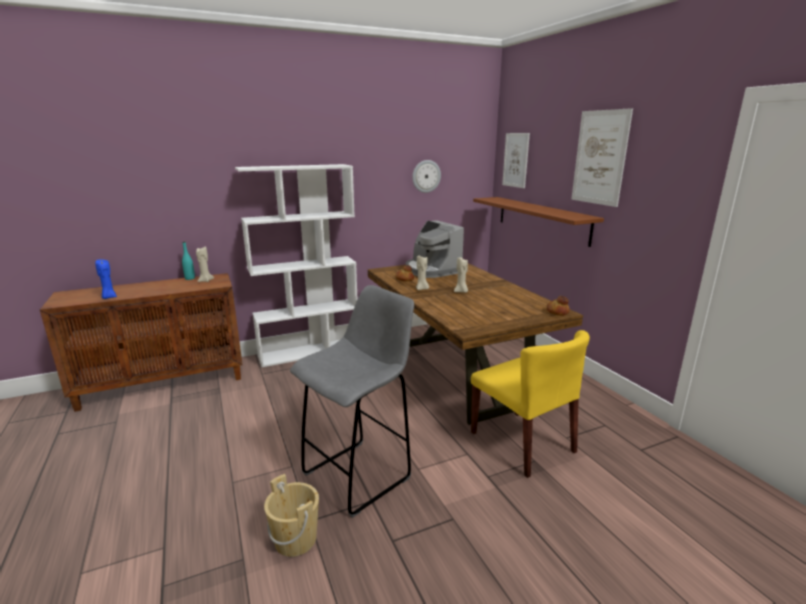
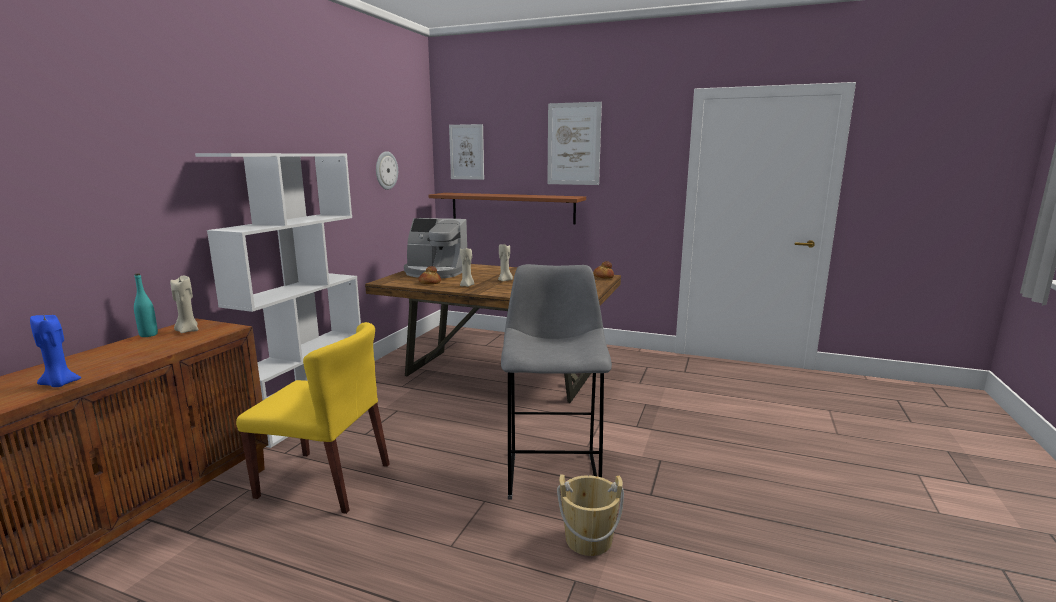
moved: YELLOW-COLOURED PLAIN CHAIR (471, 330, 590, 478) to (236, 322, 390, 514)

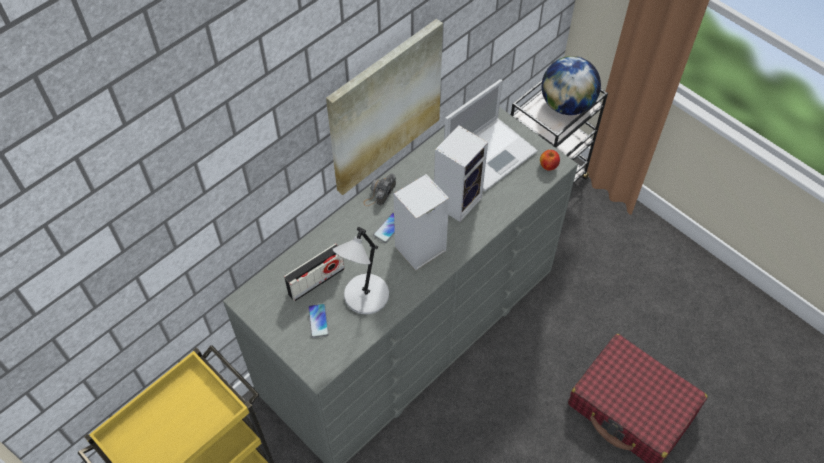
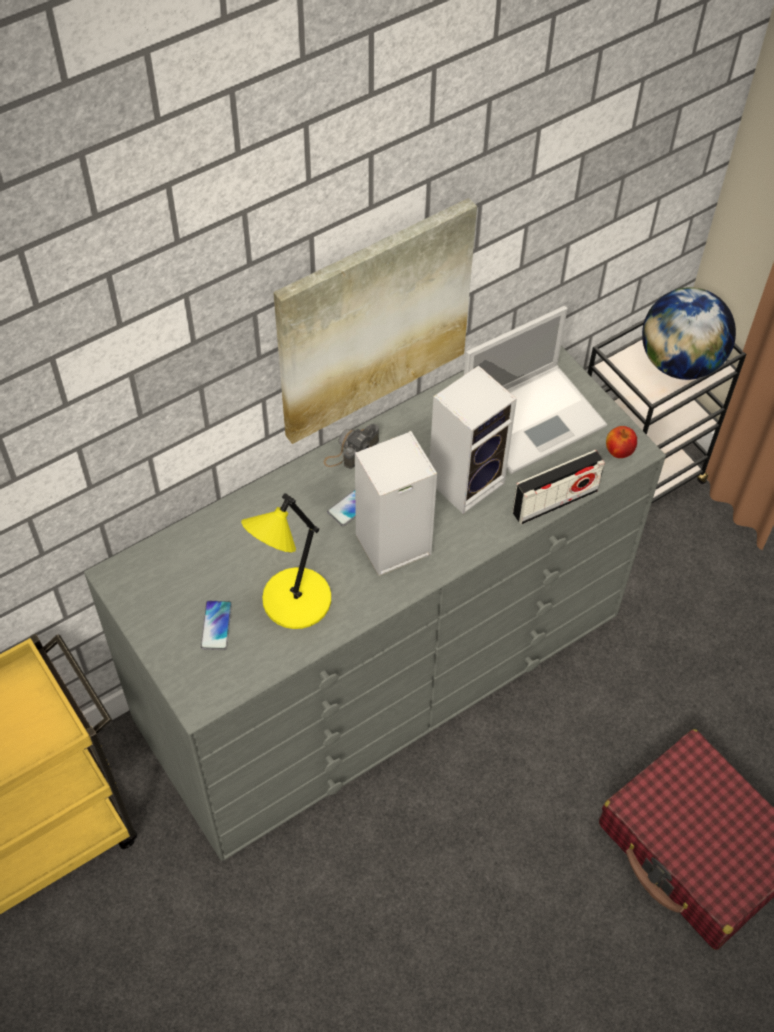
moved: RADIO RECEIVER (284, 244, 345, 302) to (512, 450, 605, 525)
recoloured: GRAY TABLETOP LAMP (333, 227, 389, 314) to YELLOW-COLOURED TABLETOP LAMP (241, 493, 331, 629)

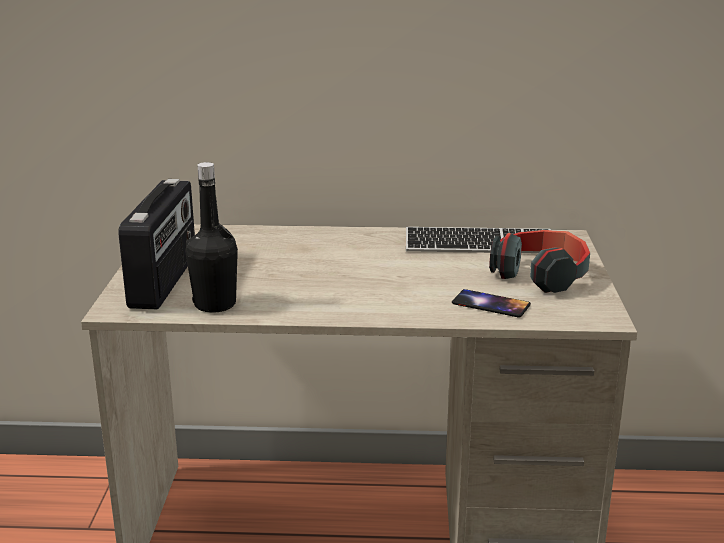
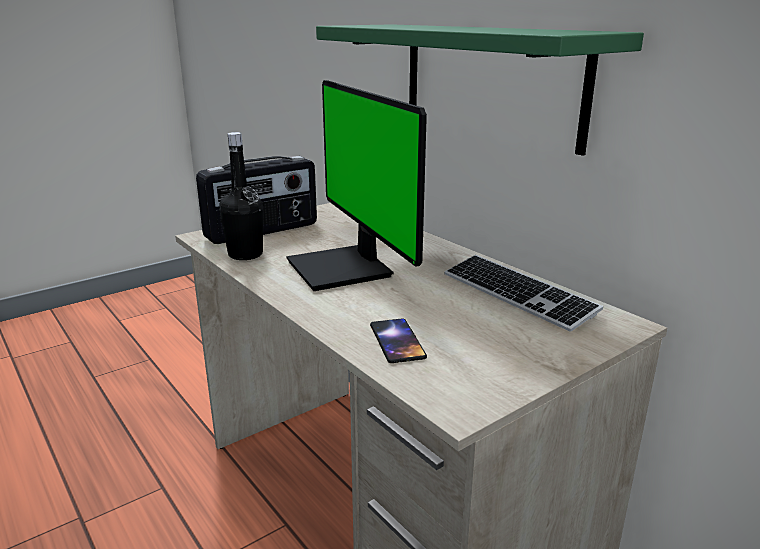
removed: HEADPHONES (489, 230, 590, 293)
added: MONITOR (286, 80, 427, 291); GREEN WALL SHELF (316, 24, 644, 156)

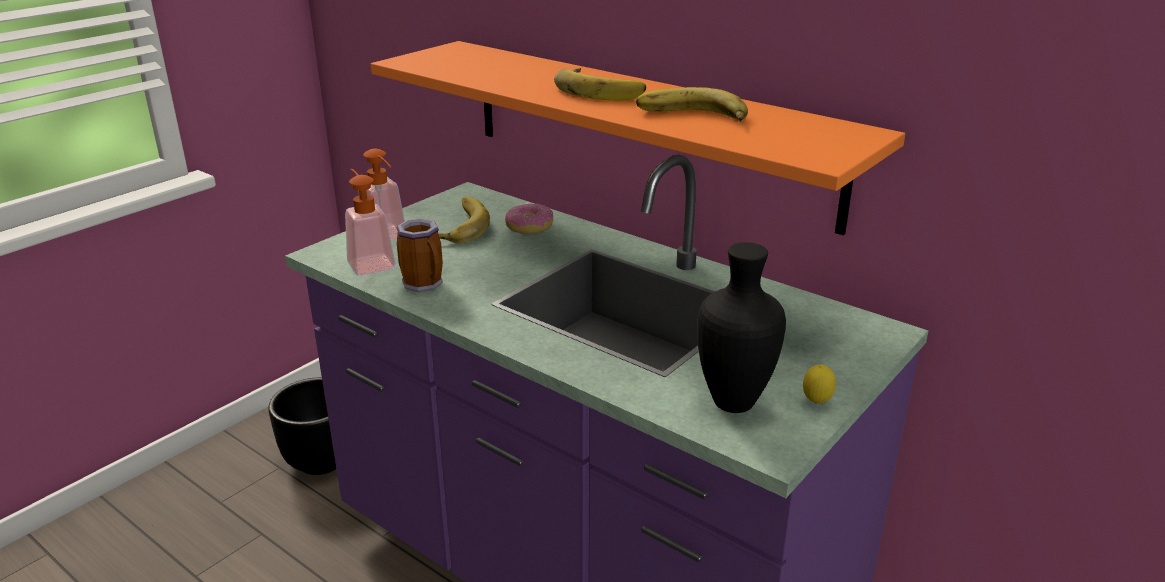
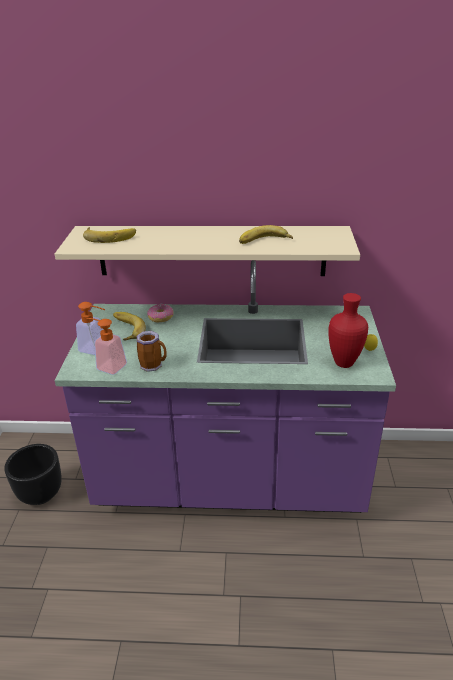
moved: WHOLE BANANA (554, 68, 646, 100) to (83, 227, 136, 243)
recoloured: ORANGE WALL SHELF (371, 41, 905, 235) to BEIGE WALL SHELF (55, 226, 360, 276); BLACK FLOWER VASE (697, 242, 786, 413) to RED FLOWER VASE (328, 293, 368, 368)

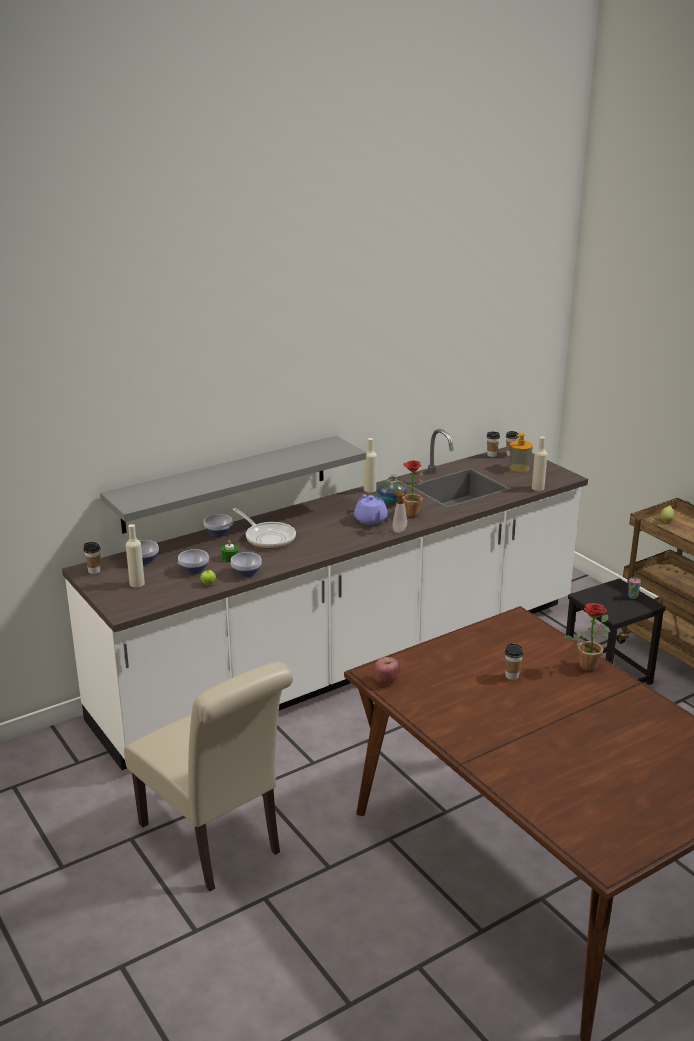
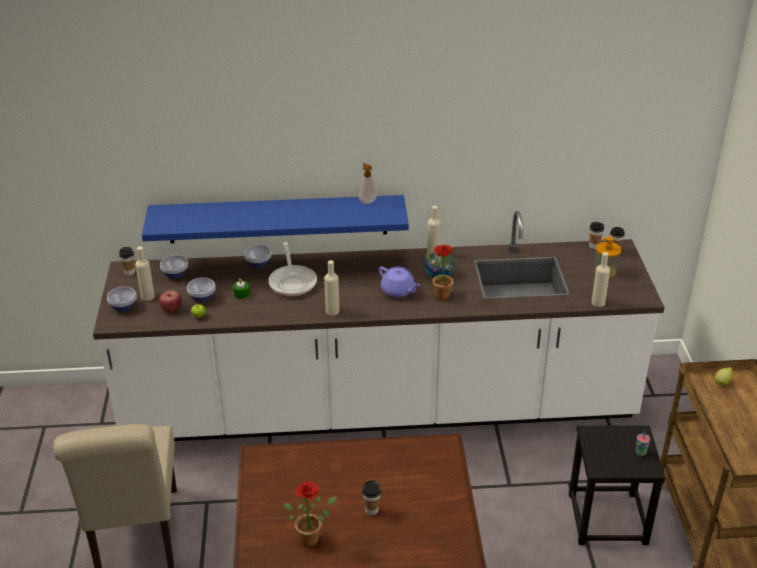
added: BEIGE DRINK BOTTLE (324, 260, 340, 315)
moved: DEEP DISH (231, 552, 262, 577) to (107, 287, 137, 312); APPLE FRUIT (373, 657, 400, 684) to (159, 290, 182, 313); POTTED PLANT (565, 603, 610, 671) to (284, 482, 337, 547); LIQUID SOAP BOTTLE (392, 491, 407, 533) to (359, 163, 377, 204)
recoloured: GRAY WALL SHELF (100, 436, 366, 534) to BLUE WALL SHELF (142, 195, 409, 243)
turned: PURPLE POT FOR TEA (354, 494, 388, 525) = (378, 266, 420, 298) 60 degrees counterclockwise

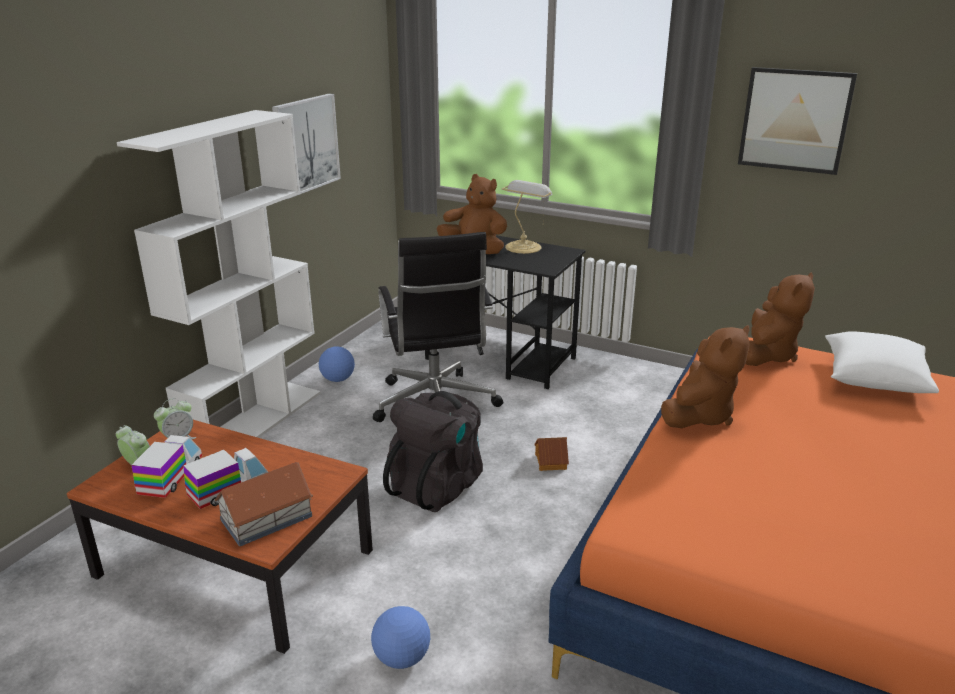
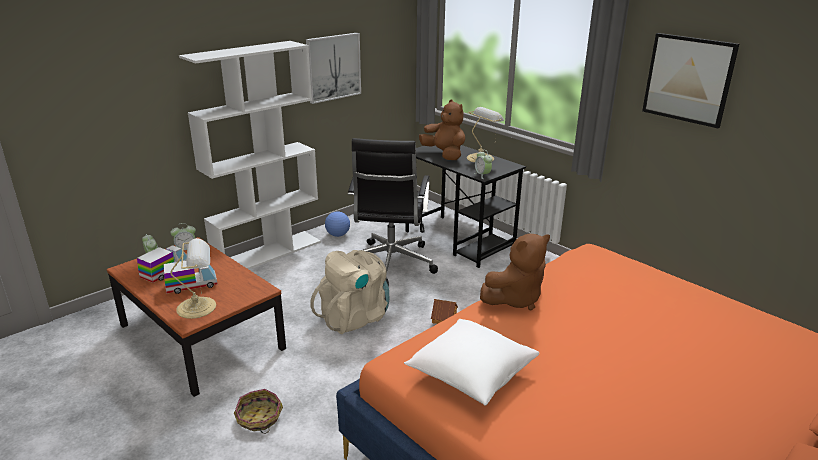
removed: BROWN-COLOURED SOFT TOY (745, 272, 815, 366)
added: TABLE CLOCK (474, 150, 492, 179)
moved: WHITE-COLOURED CUSHION (825, 331, 939, 393) to (404, 319, 539, 406)
replaced: TOY HOUSE (214, 462, 313, 546) to TABLETOP LAMP (170, 238, 216, 319); FOOTBALL BALL (371, 606, 430, 669) to HOUSEHOLD BASKET (234, 389, 283, 434)
recoloured: BLACK KNAPSACK (383, 391, 483, 512) to BEIGE KNAPSACK (311, 250, 389, 334)

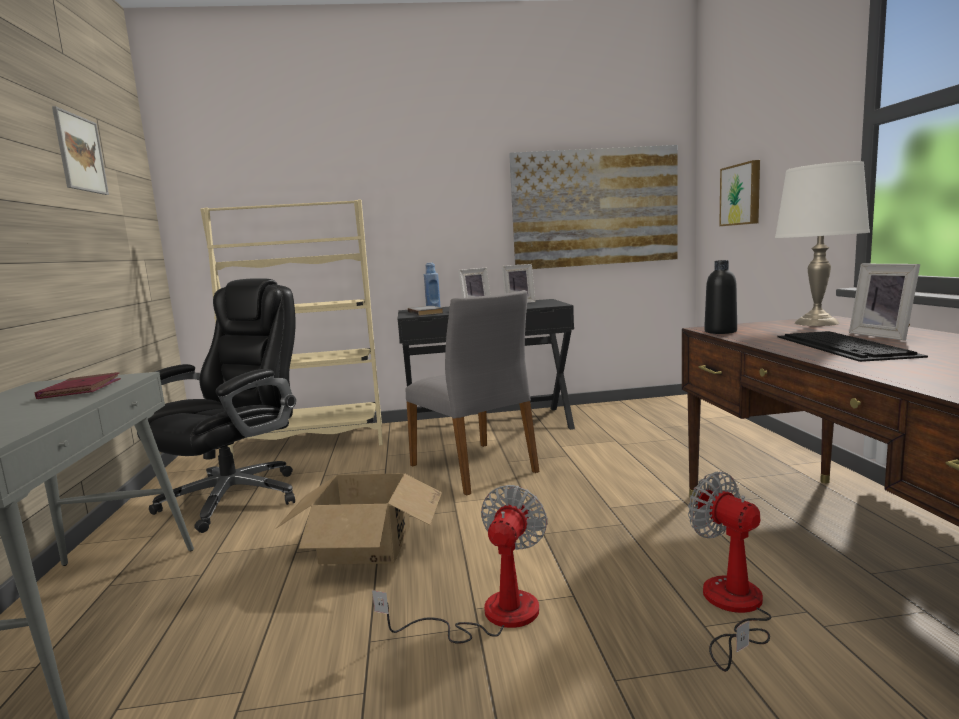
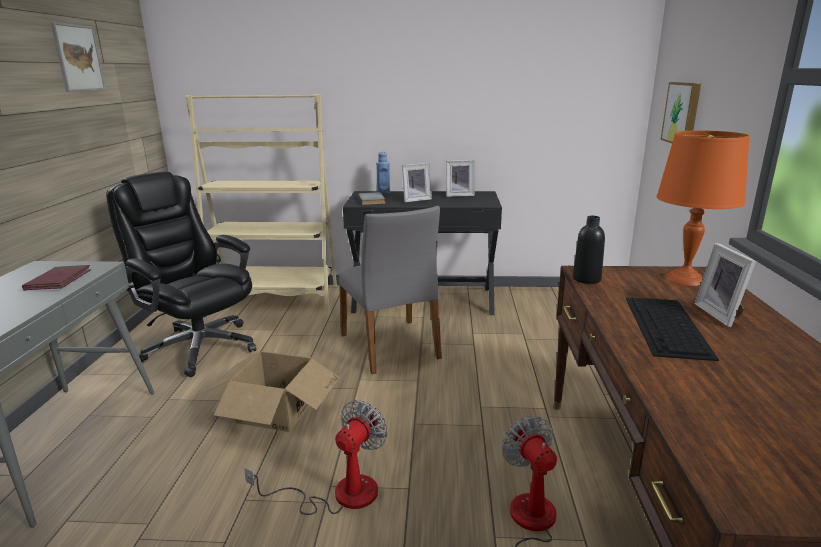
removed: WALL ART (509, 145, 678, 269)
recoloured: WHITE-COLOURED TABLETOP LAMP (775, 161, 870, 326) to ORANGE TABLETOP LAMP (656, 131, 750, 286)
turned: BLACK DESK CHAIR (137, 278, 296, 533) = (106, 172, 256, 377) 90 degrees counterclockwise

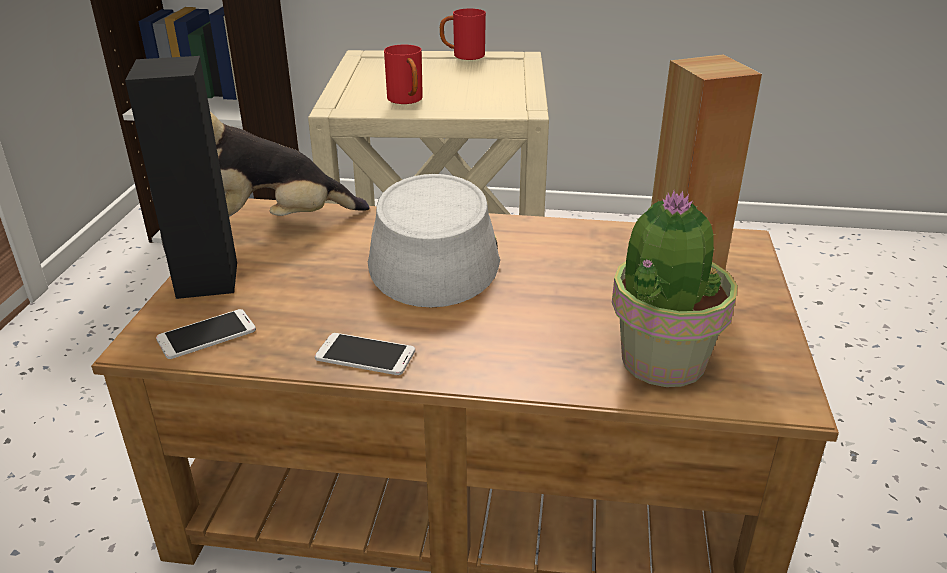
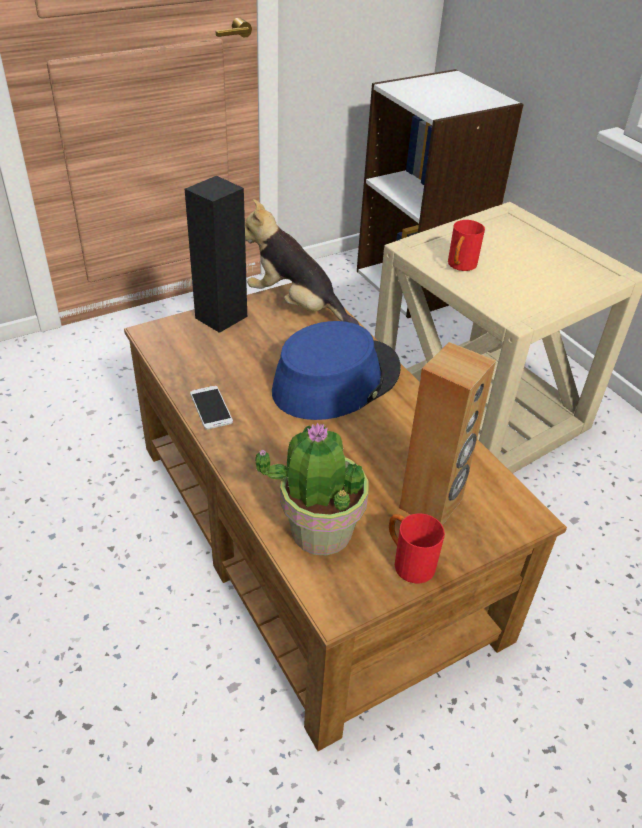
removed: PHONE (156, 309, 256, 359)
moved: RED TEA MUG (440, 9, 486, 60) to (389, 514, 445, 584)
recoloured: GRAY HAT (368, 174, 500, 307) to BLUE HAT (272, 321, 401, 420)

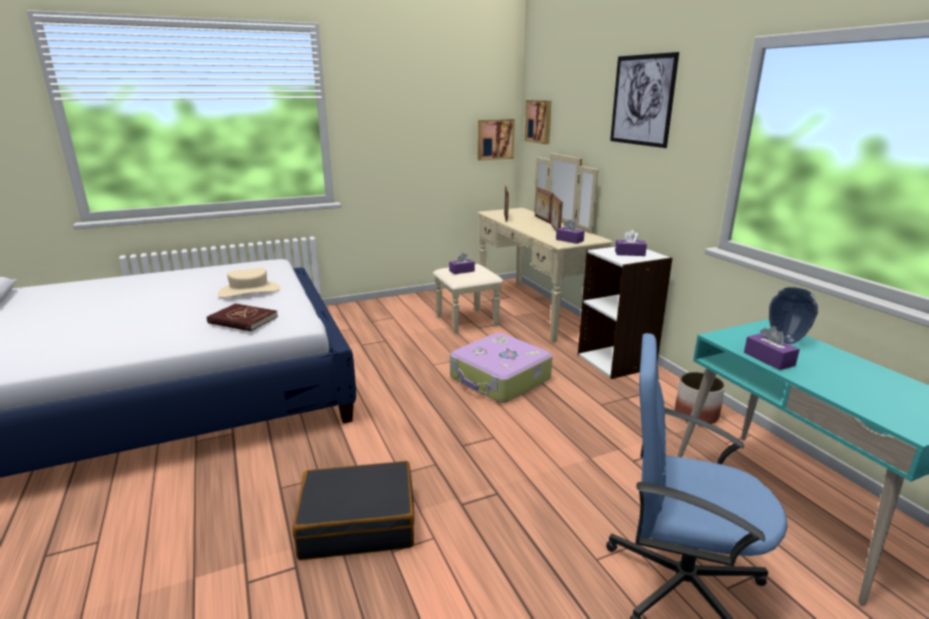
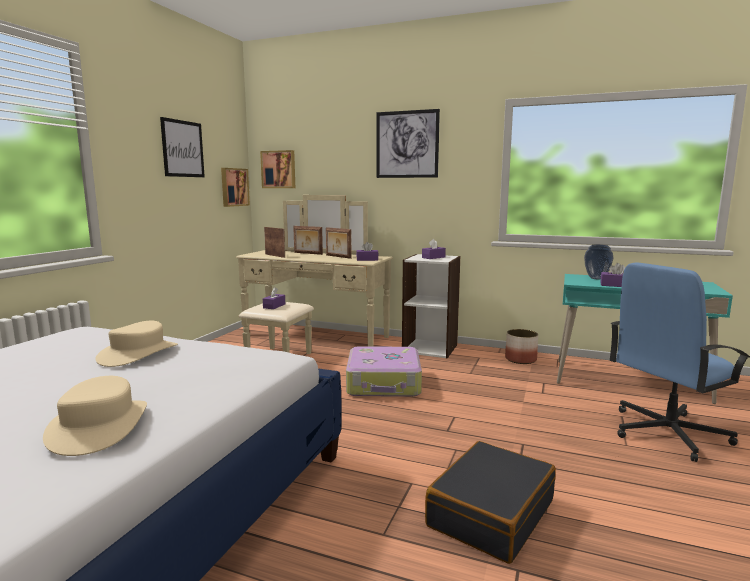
removed: RED BOOK (207, 303, 278, 331)
added: BEIGE HAT (43, 376, 147, 456); WALL ART (160, 117, 205, 177)

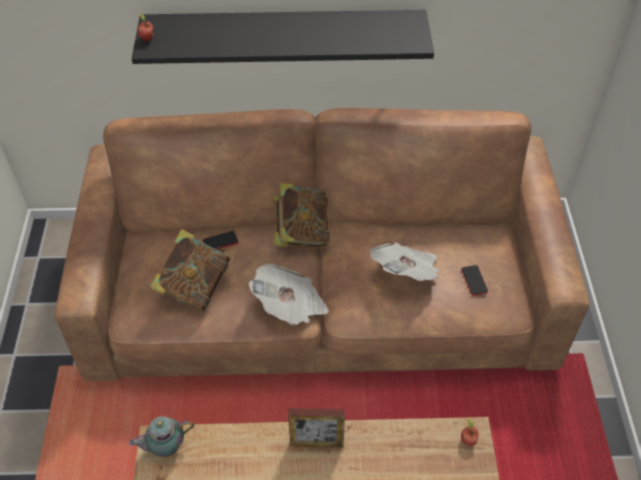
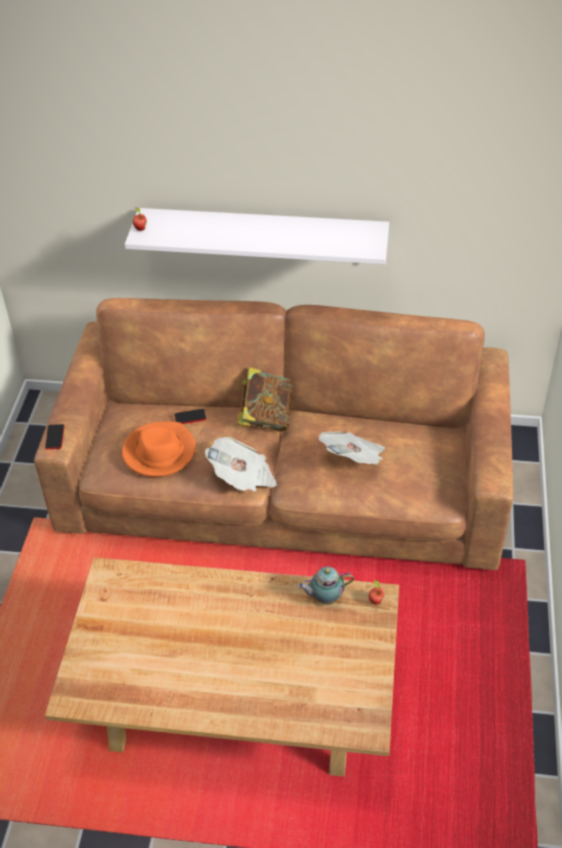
removed: PICTURE FRAME (288, 408, 345, 448)
moved: PHONE (462, 265, 488, 296) to (45, 424, 64, 449); POT FOR TEA (129, 416, 194, 457) to (298, 567, 354, 605)
replaced: BOOK (150, 229, 230, 311) to ORANGE HAT (122, 421, 196, 477)
recoloured: BLACK WALL SHELF (132, 10, 434, 64) to WHITE-COLOURED WALL SHELF (125, 208, 389, 264)

